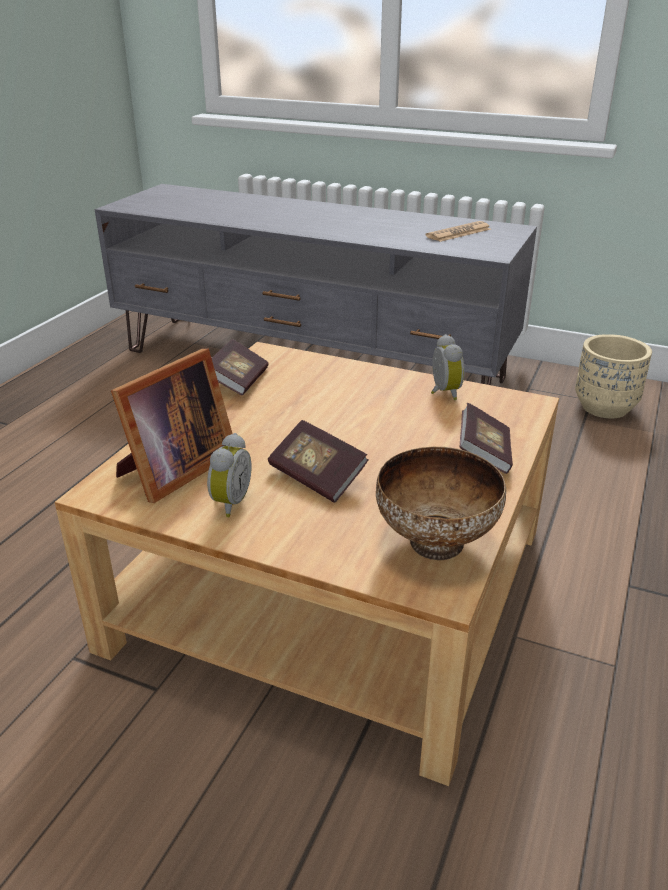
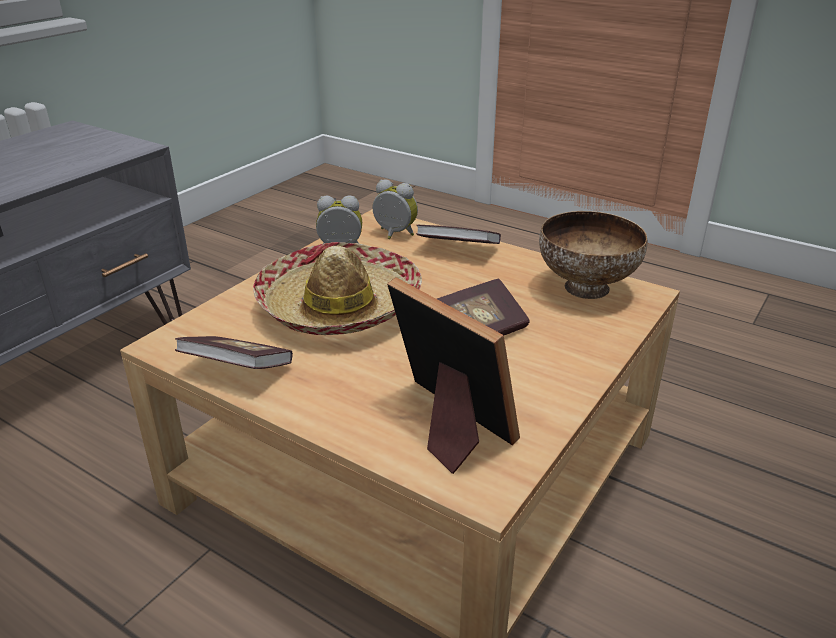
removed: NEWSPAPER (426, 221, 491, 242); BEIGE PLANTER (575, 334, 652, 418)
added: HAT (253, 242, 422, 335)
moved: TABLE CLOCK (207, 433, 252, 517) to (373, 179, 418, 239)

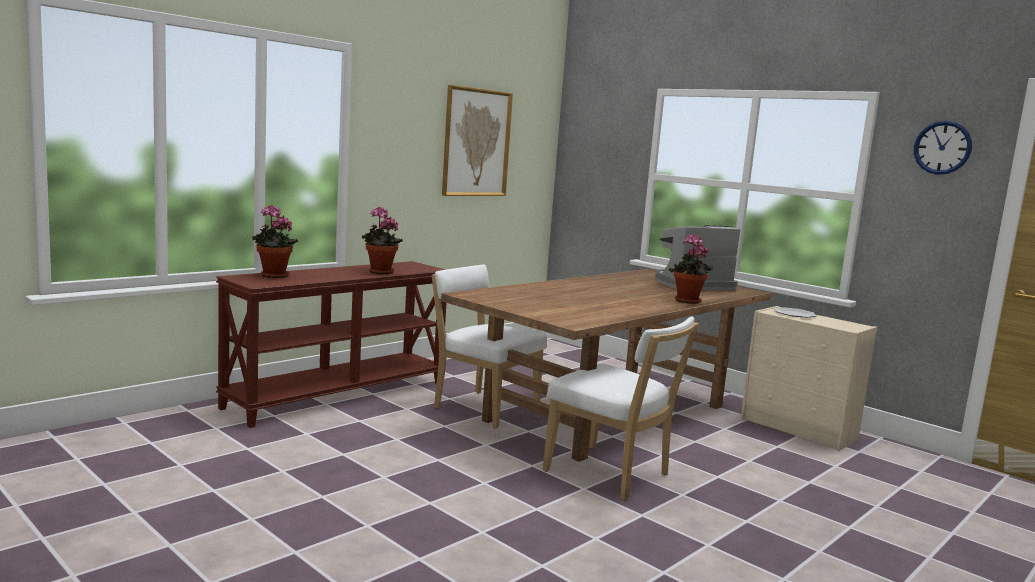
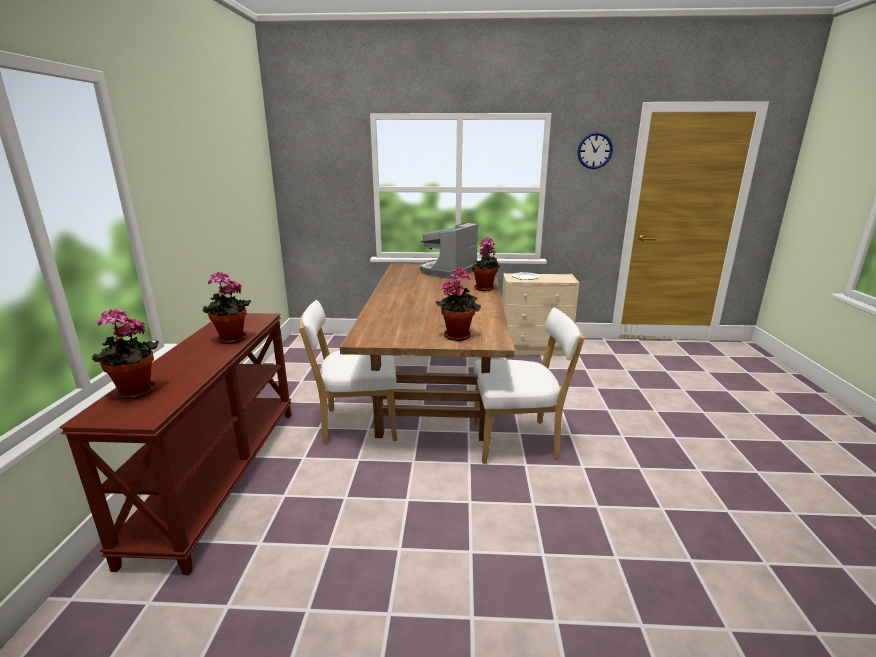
removed: WALL ART (442, 85, 513, 196)
added: POTTED PLANT (436, 267, 481, 341)

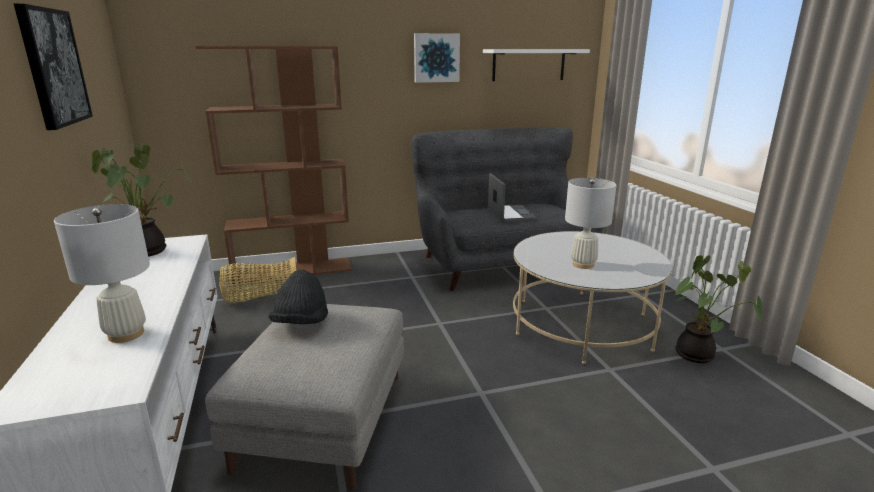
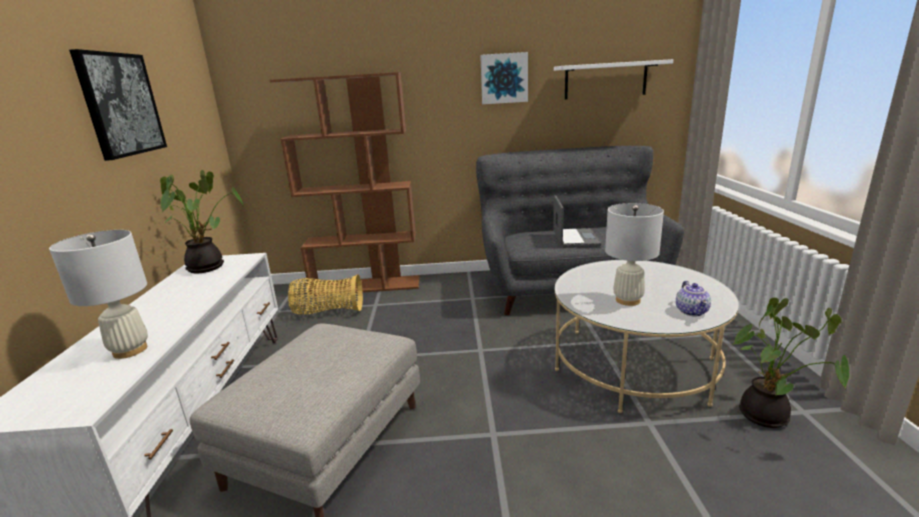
removed: BLACK HAT (268, 270, 328, 324)
added: POT FOR TEA (676, 281, 711, 317)

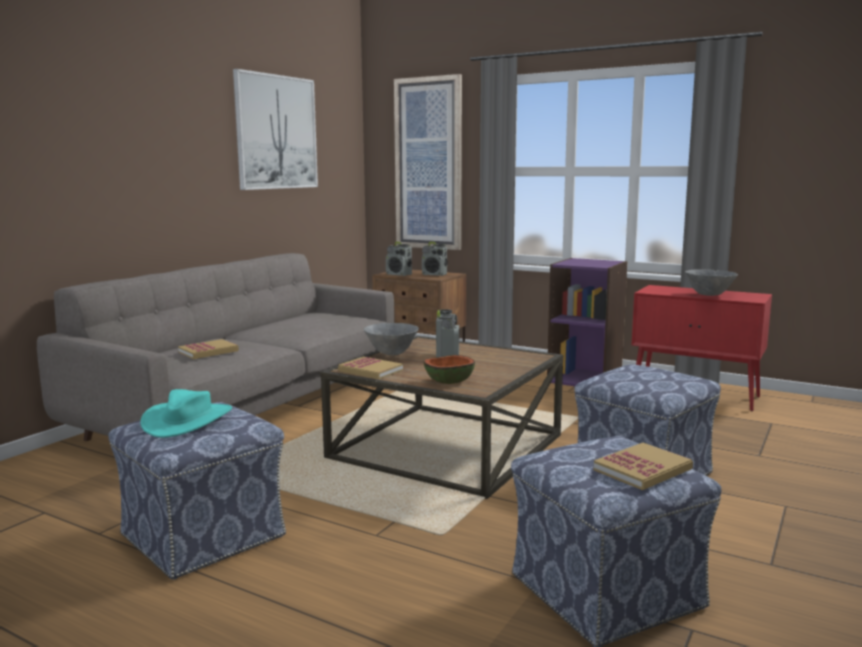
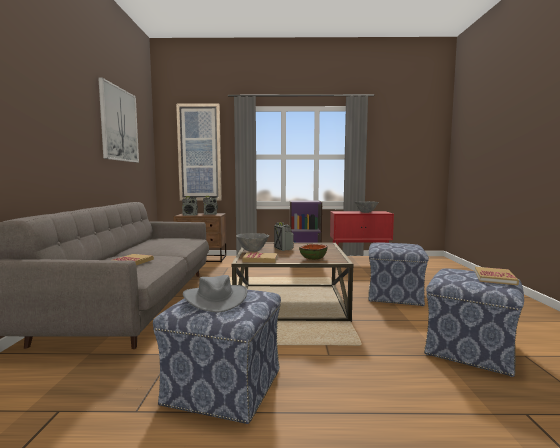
recoloured: TURQUOISE-COLOURED HAT (140, 389, 232, 438) to GRAY HAT (183, 275, 247, 312)

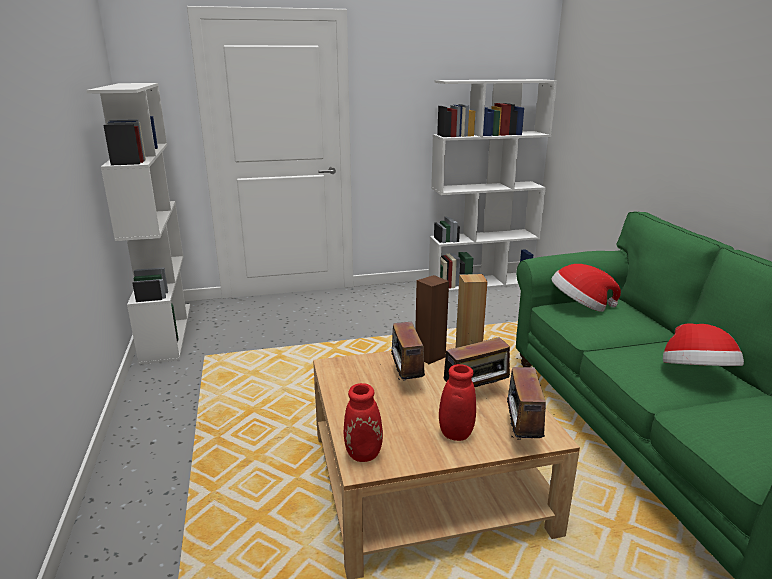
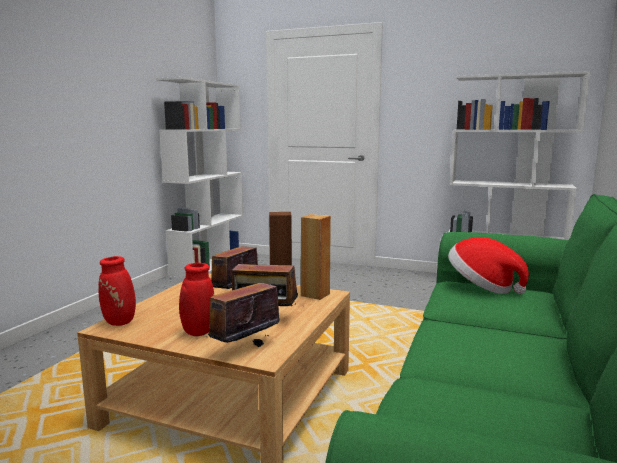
removed: HAT (663, 324, 744, 366)

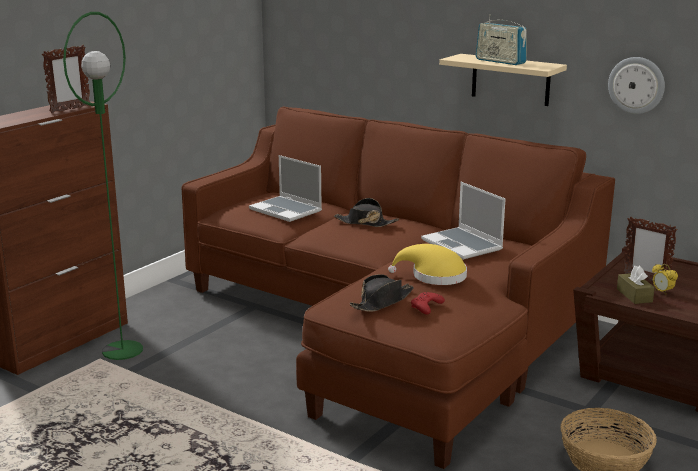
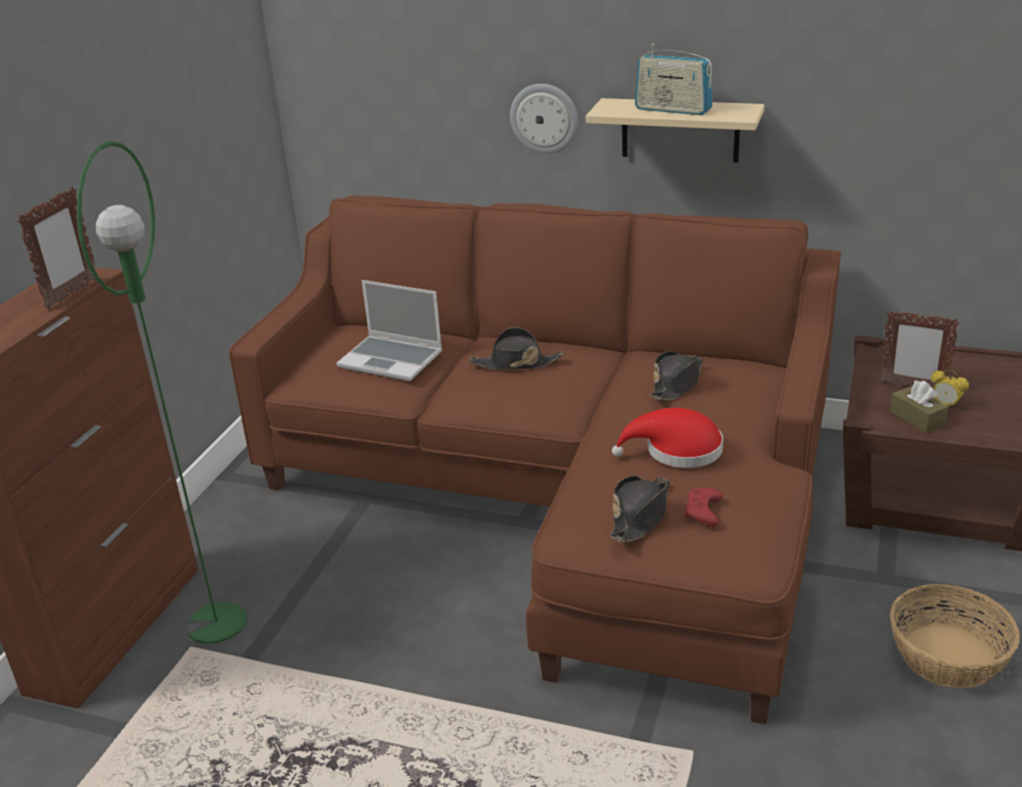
moved: CLOCK ON THE WALL (608, 57, 665, 114) to (510, 84, 579, 154)
replaced: LAPTOP (421, 182, 505, 260) to BLACK HAT (650, 351, 703, 400)
recoloured: YELLOW-COLOURED HAT (388, 244, 467, 285) to RED HAT (612, 408, 723, 468)

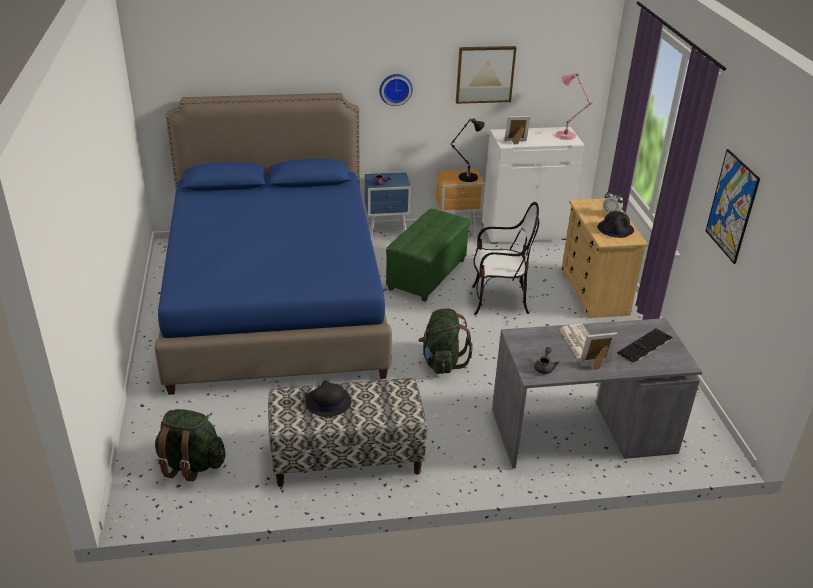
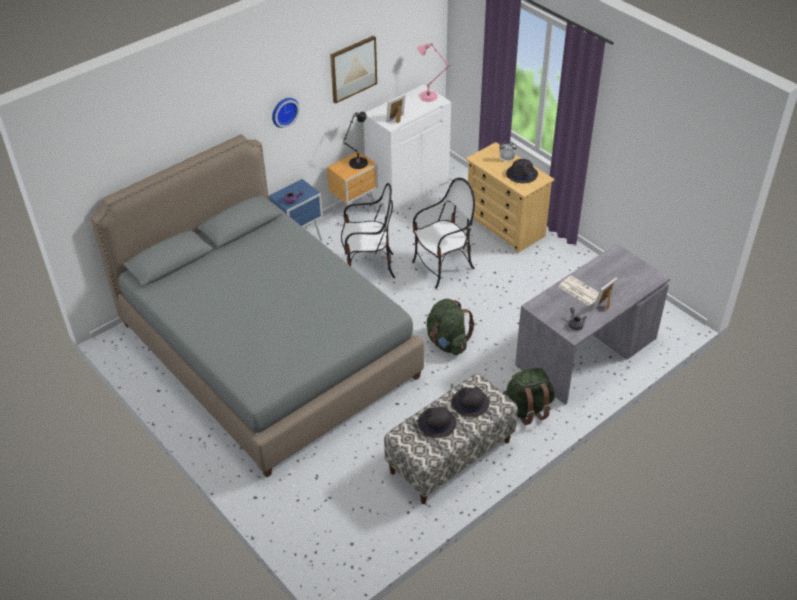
removed: COMPUTER KEYBOARD (617, 328, 673, 363); WALL ART (706, 149, 760, 264)
added: BLACK HAT (451, 387, 489, 417)
moved: GREEN KNAPSACK (155, 409, 226, 481) to (503, 368, 555, 425)
replaced: GREEN OTTOMAN (386, 209, 470, 302) to PLAIN CHAIR (341, 183, 395, 278)
recoloured: BLUE BED (154, 93, 392, 395) to GRAY BED (90, 135, 424, 477)

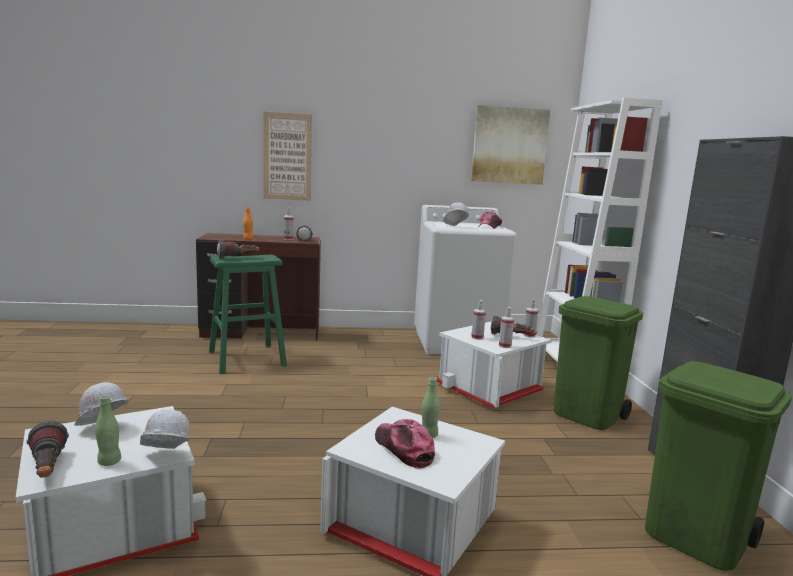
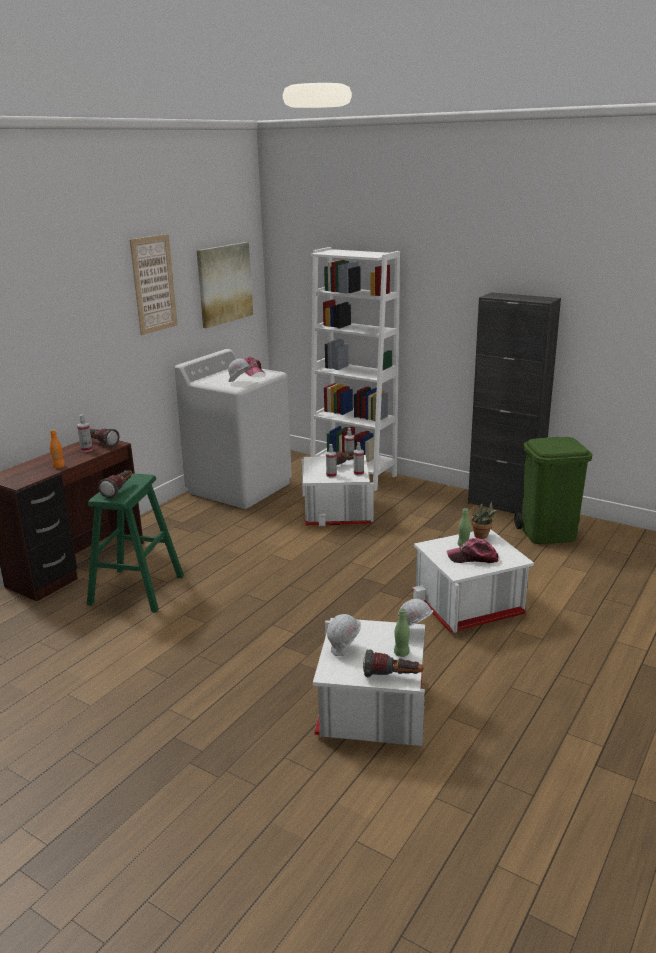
removed: GREEN WASTE BIN (553, 296, 643, 430)
added: POTTED PLANT (471, 502, 498, 539)
moved: WALL ART (263, 111, 312, 201) to (130, 234, 177, 335)

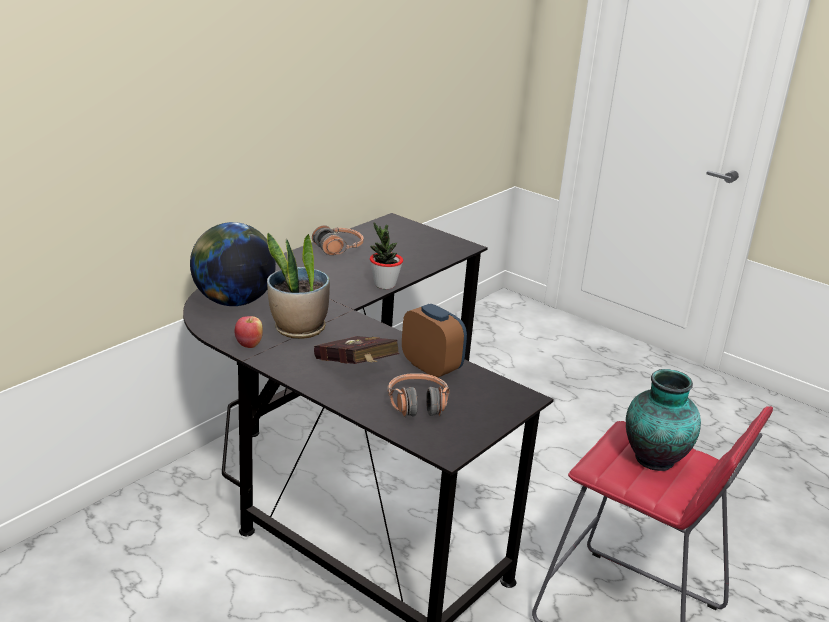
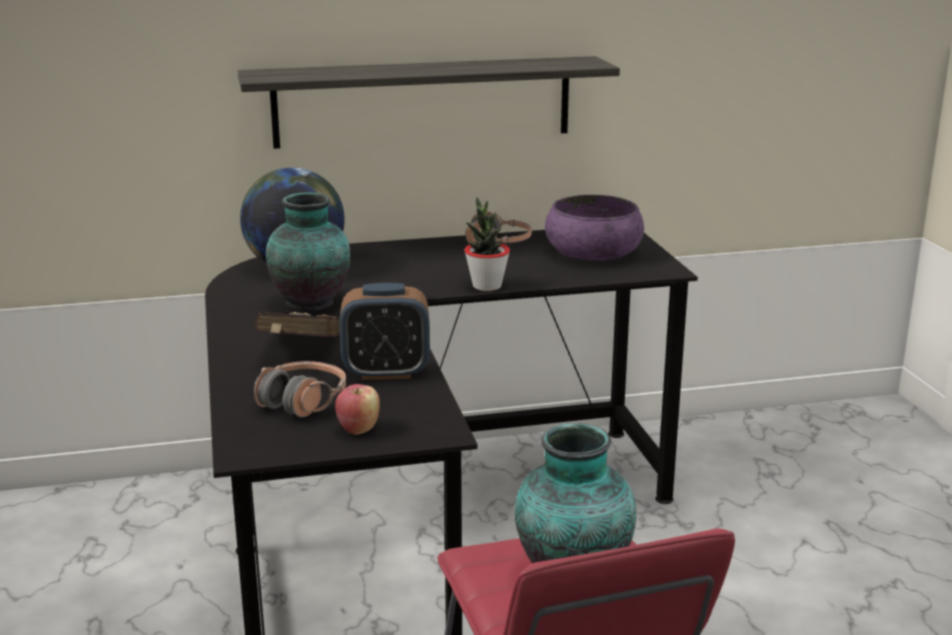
added: WALL SHELF (238, 56, 620, 149); PURPLE DEEP DISH (545, 195, 644, 261)
moved: APPLE FRUIT (234, 316, 263, 348) to (335, 384, 380, 435)
replaced: POTTED PLANT (267, 233, 330, 339) to FLOWER VASE (266, 192, 350, 311)
turned: TABLE CLOCK (402, 304, 467, 377) = (340, 283, 430, 380) 90 degrees clockwise

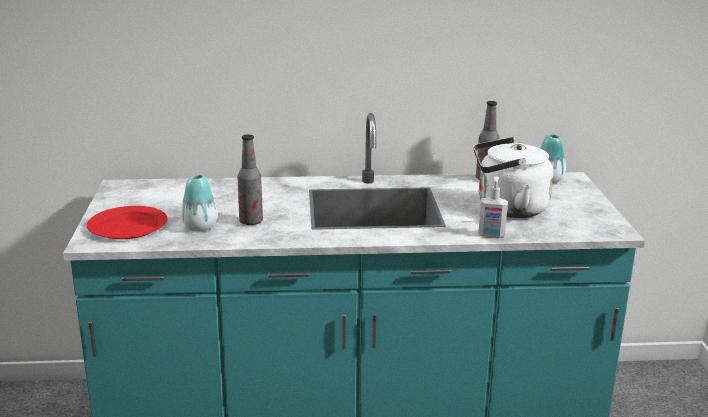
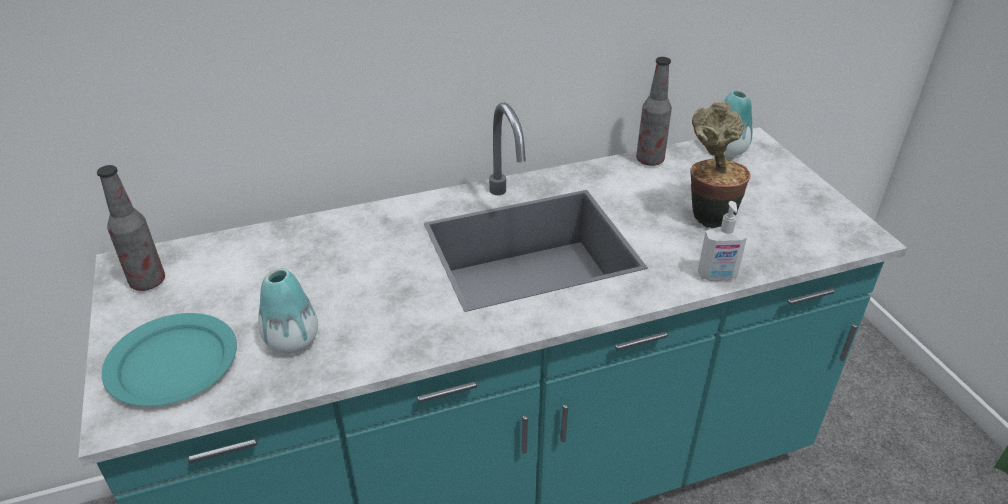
moved: DRINK BOTTLE (238, 134, 263, 225) to (97, 165, 165, 291)
replaced: WHITE-COLOURED TEA KETTLE (473, 137, 553, 218) to POTTED PLANT (690, 101, 751, 229)
recoloured: RED DINNER PLATE (87, 206, 168, 239) to TURQUOISE-COLOURED DINNER PLATE (102, 313, 237, 407)

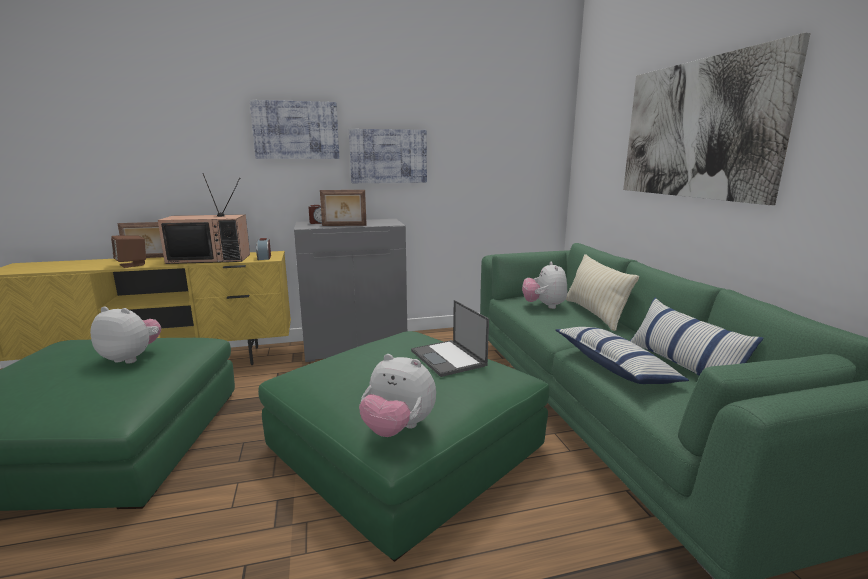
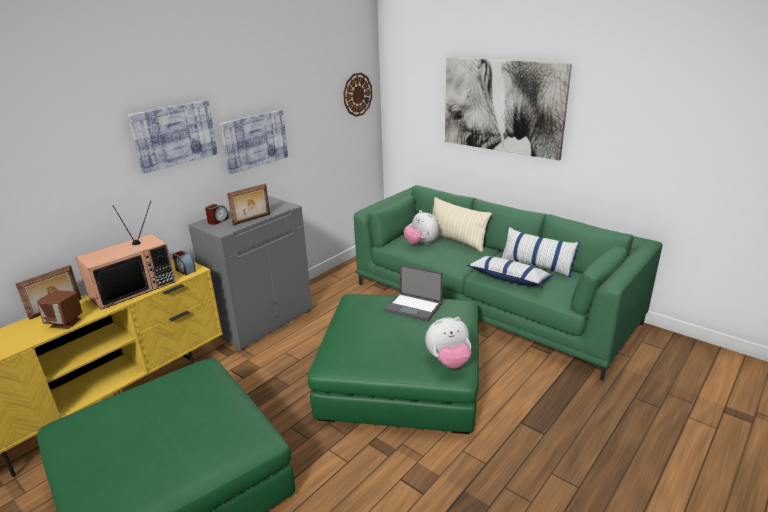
removed: SOFT TOY (90, 306, 161, 364)
added: CLOCK ON THE WALL (343, 73, 372, 117)

